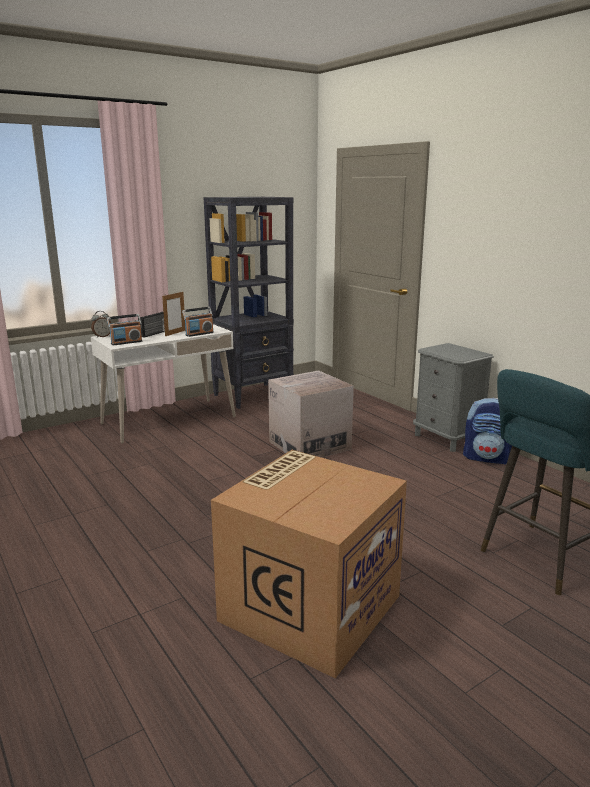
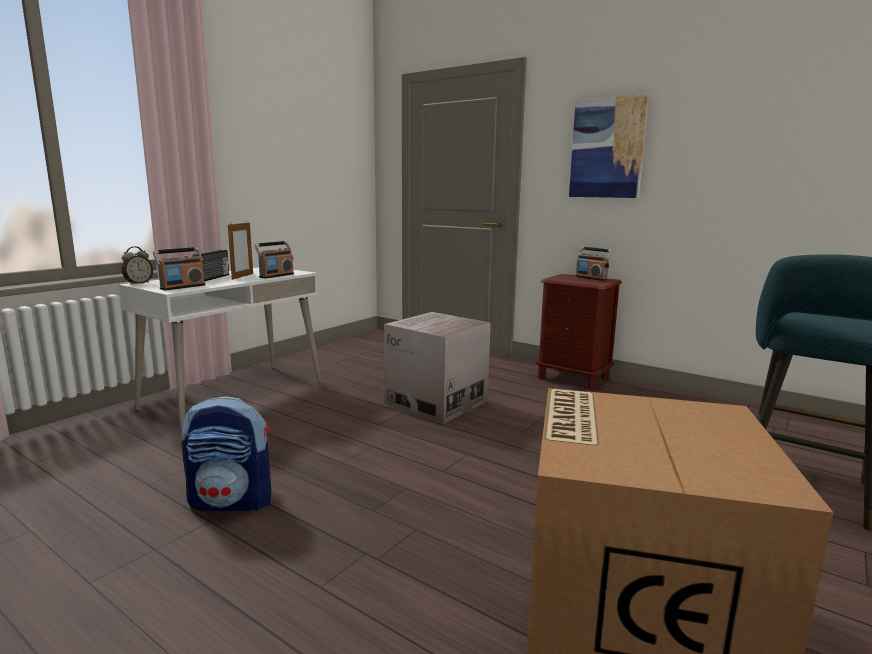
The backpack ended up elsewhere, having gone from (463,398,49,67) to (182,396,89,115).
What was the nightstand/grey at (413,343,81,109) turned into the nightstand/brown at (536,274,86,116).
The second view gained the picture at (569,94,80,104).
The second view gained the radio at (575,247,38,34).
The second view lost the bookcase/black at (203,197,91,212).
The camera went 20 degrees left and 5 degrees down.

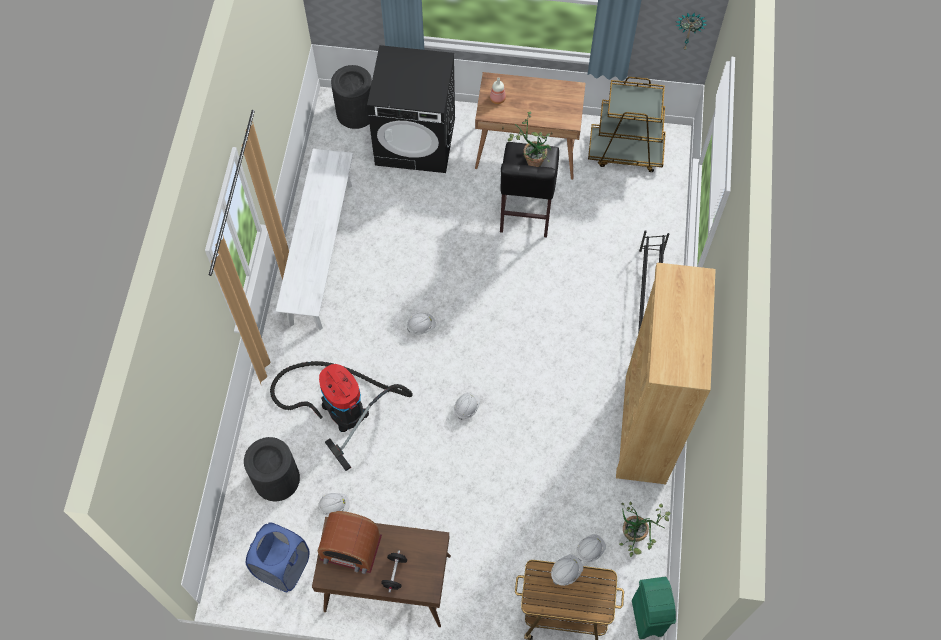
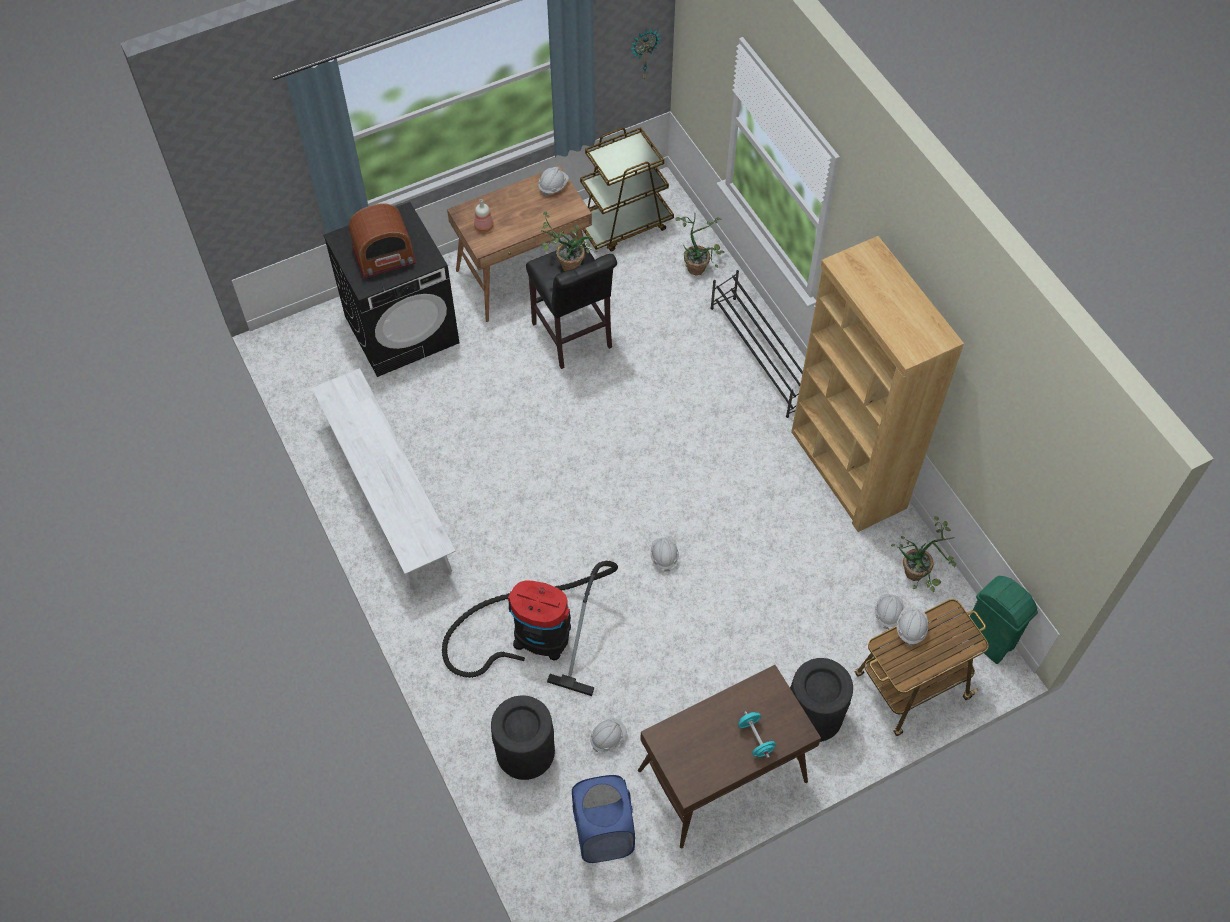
The radio ended up elsewhere, having gone from (318,511,64,63) to (349,203,68,75).
The hard hat/white ended up elsewhere, having gone from (407,313,29,21) to (538,167,31,29).
The second view gained the potted plant at (675,213,50,63).
What was the dumbbell/black at (381,550,26,43) turned into the dumbbell/turquoise at (738,711,38,47).
The trash can/black ended up elsewhere, having gone from (331,65,41,64) to (790,658,63,84).
The camera went 35 degrees left and 5 degrees down.

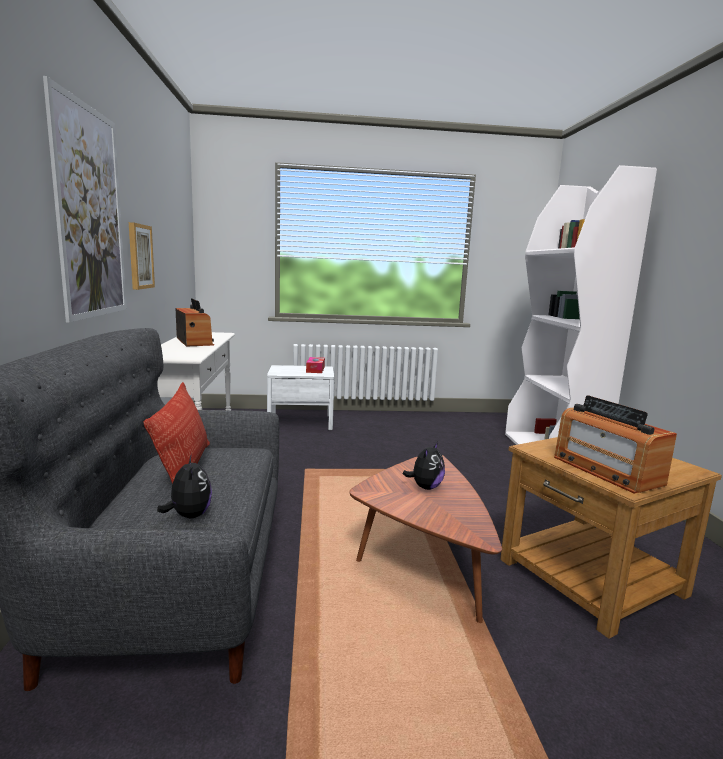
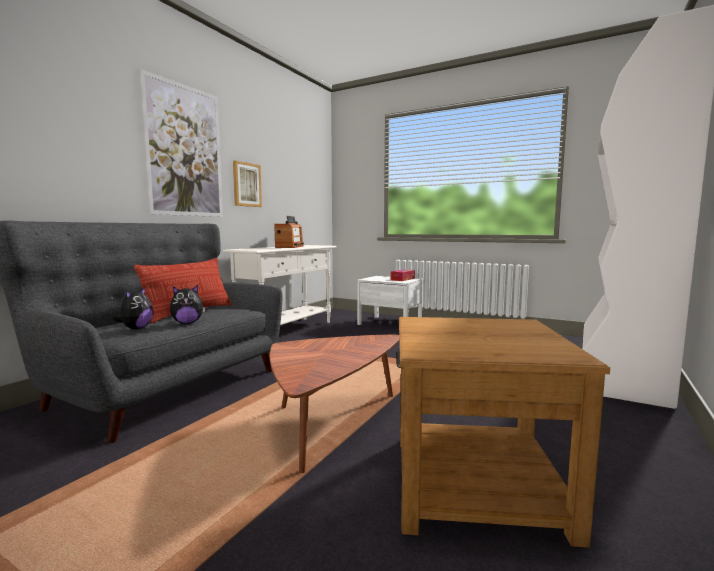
The plush toy ended up elsewhere, having gone from (403,442,42,48) to (170,285,35,39).
The second view lost the radio at (554,395,123,99).
The camera went 35 degrees right and 5 degrees down.

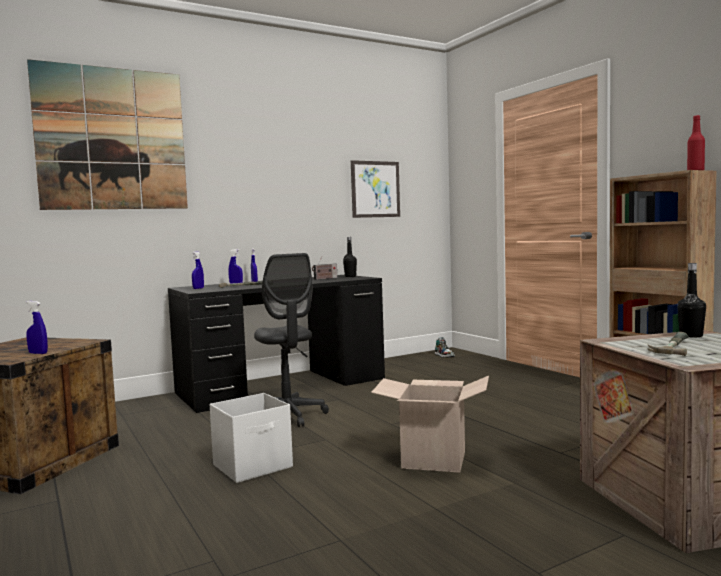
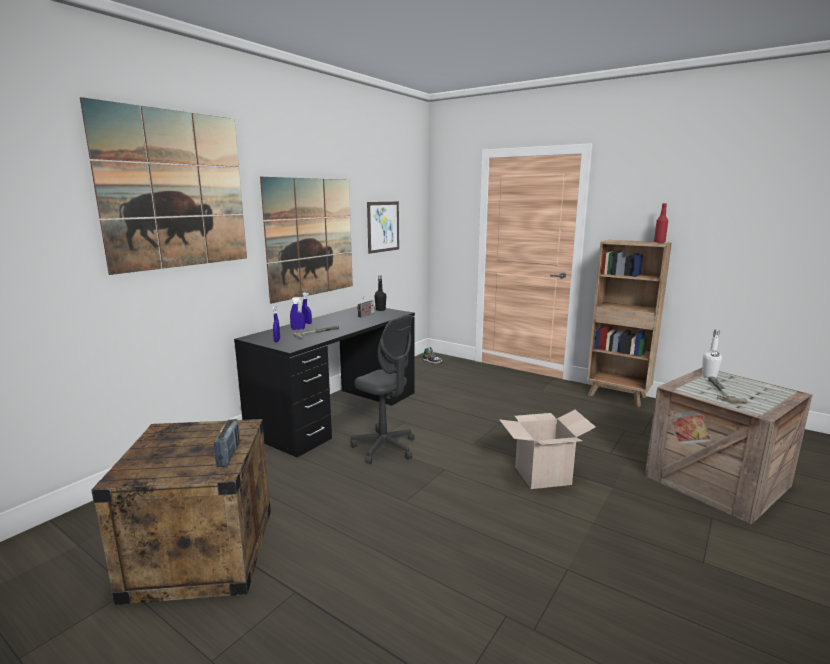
Where the spray bottle/blue stood at (26,301,22,53), the radio came to stand at (214,419,26,48).
The second view gained the picture at (260,177,93,127).
What was the bottle/black at (677,263,29,74) turned into the bottle/white at (702,330,20,48).
The second view lost the storage box/white at (210,393,83,90).
The camera went 25 degrees left and 10 degrees up.

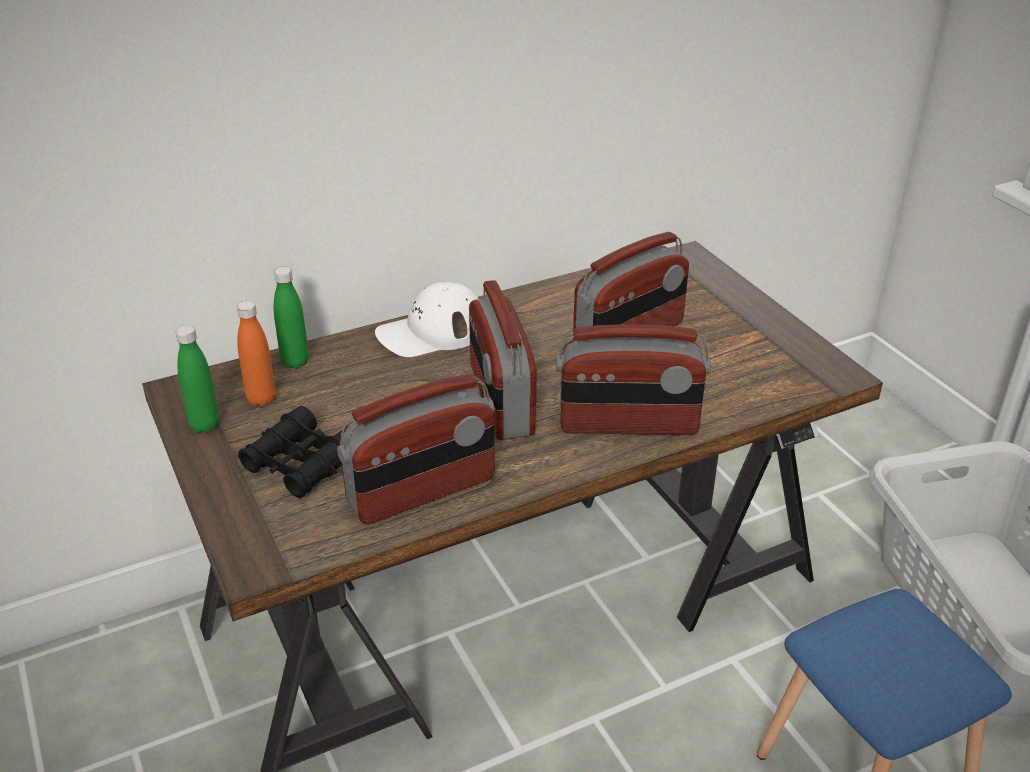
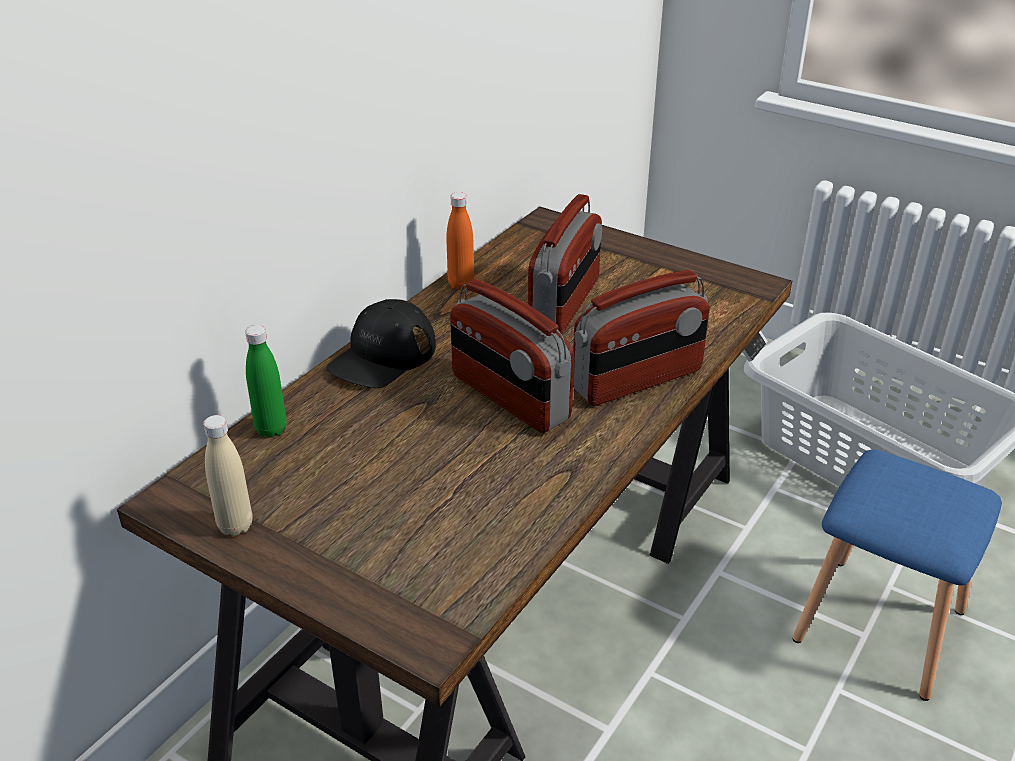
What was the bottle/green at (176,325,43,108) turned into the bottle/beige at (203,415,49,121).
What was the cap/white at (375,282,104,75) turned into the cap/black at (326,299,110,89).
The bottle/orange ended up elsewhere, having gone from (237,301,39,105) to (446,192,28,98).
The second view lost the binoculars/black at (238,406,104,92).
The second view lost the radio at (337,374,158,150).
The camera went 30 degrees left and 0 degrees up.

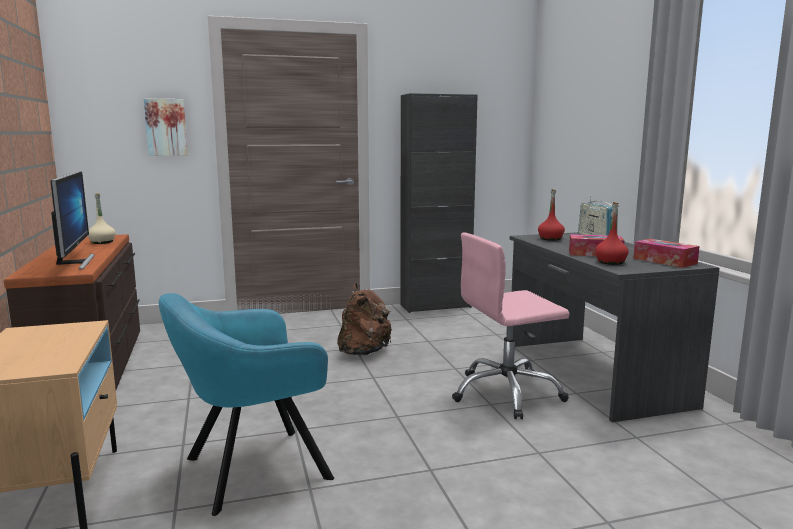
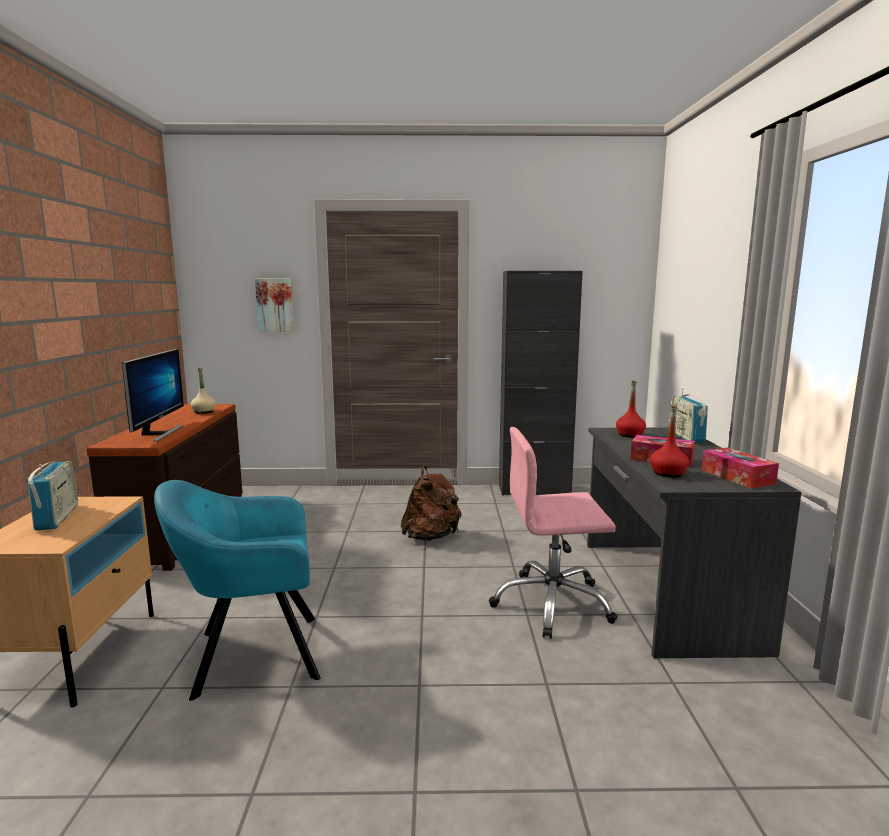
The second view gained the radio at (28,461,50,69).
The camera went 15 degrees right and 0 degrees up.

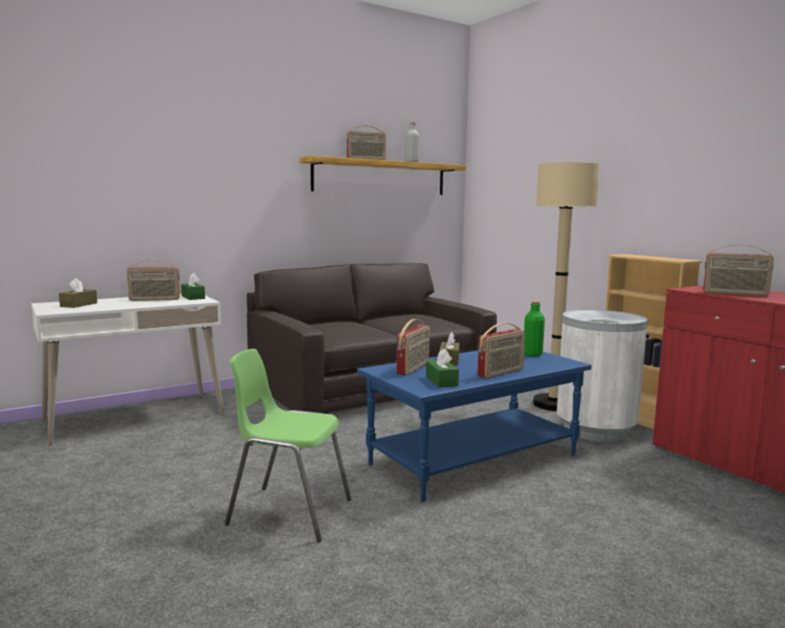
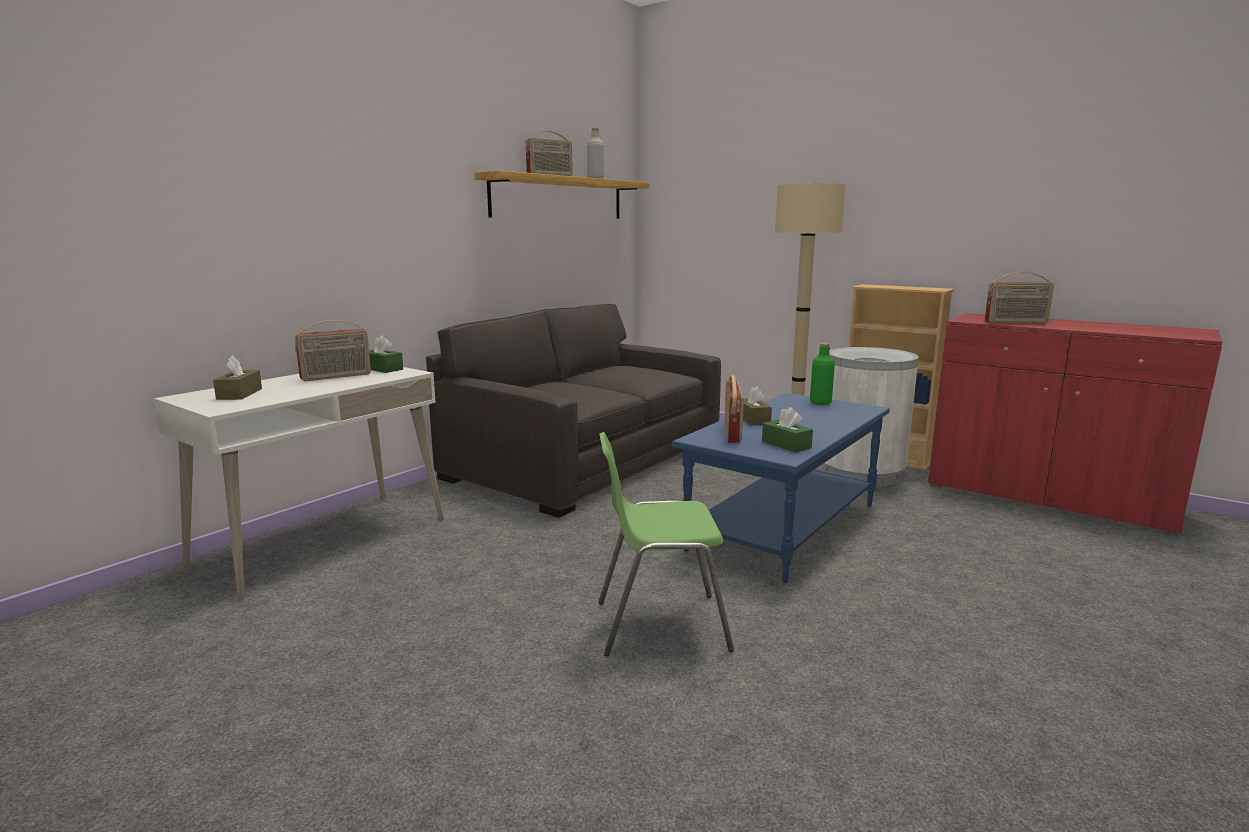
The second view lost the radio at (477,323,48,55).
The camera went 20 degrees left and 5 degrees up.

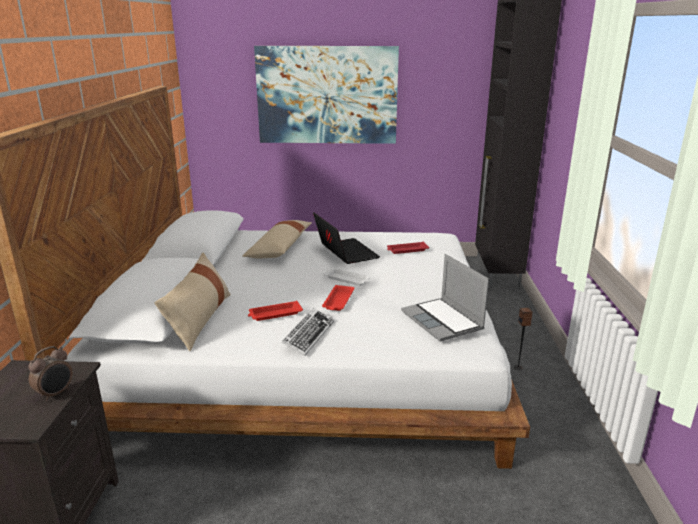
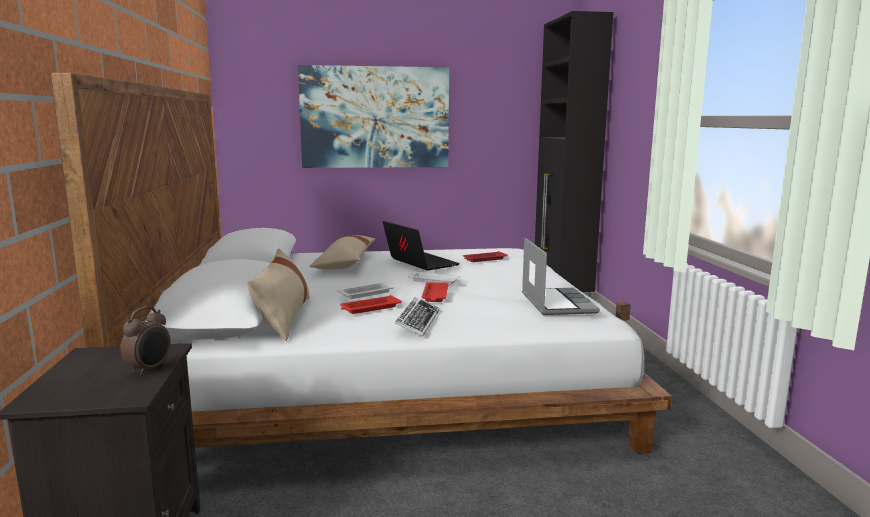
The second view gained the tray/white at (337,283,57,16).
The laptop at (401,254,88,88) ended up facing another way, 150 degrees counterclockwise from before.
The camera went 10 degrees left and 10 degrees down.

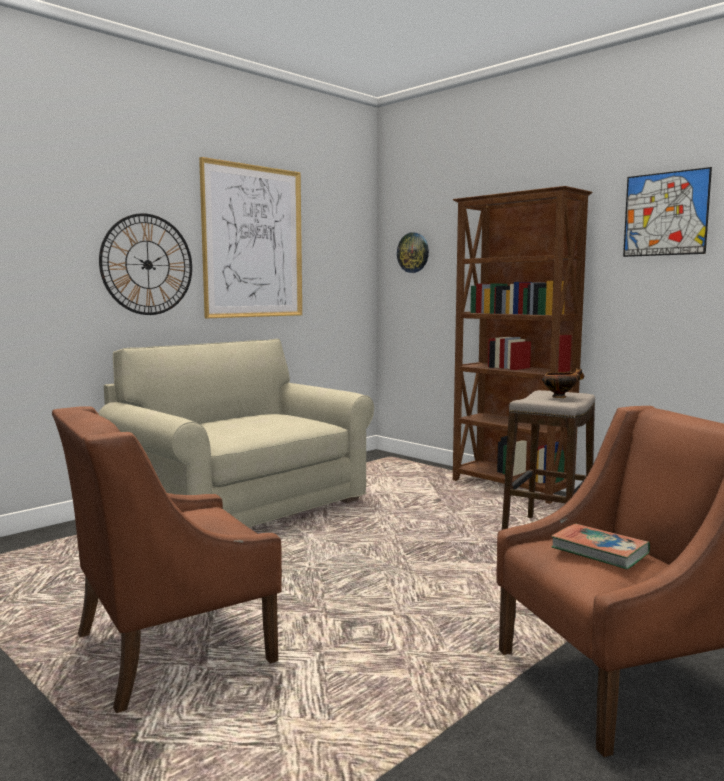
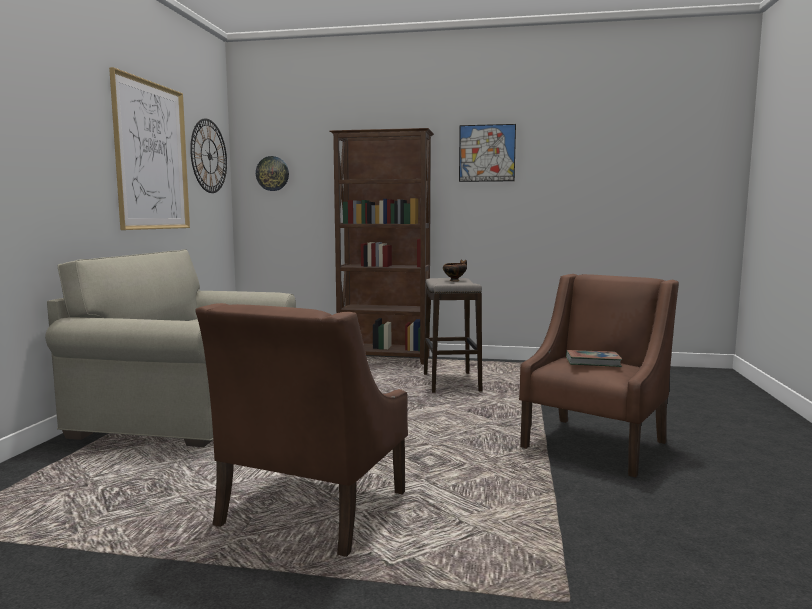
The wall clock ended up elsewhere, having gone from (99,213,93,102) to (190,119,37,74).
The camera went 35 degrees left and 0 degrees up.

